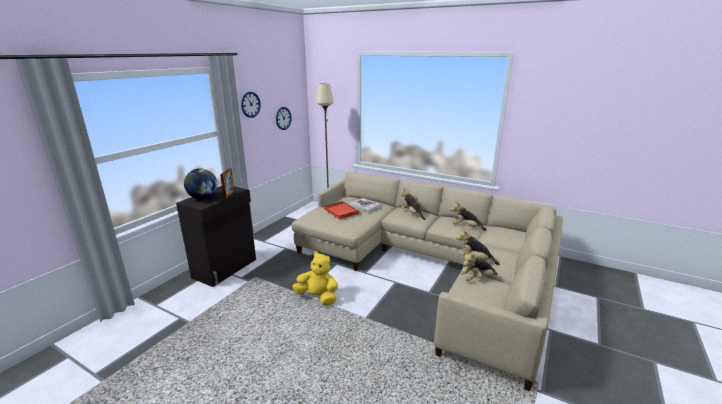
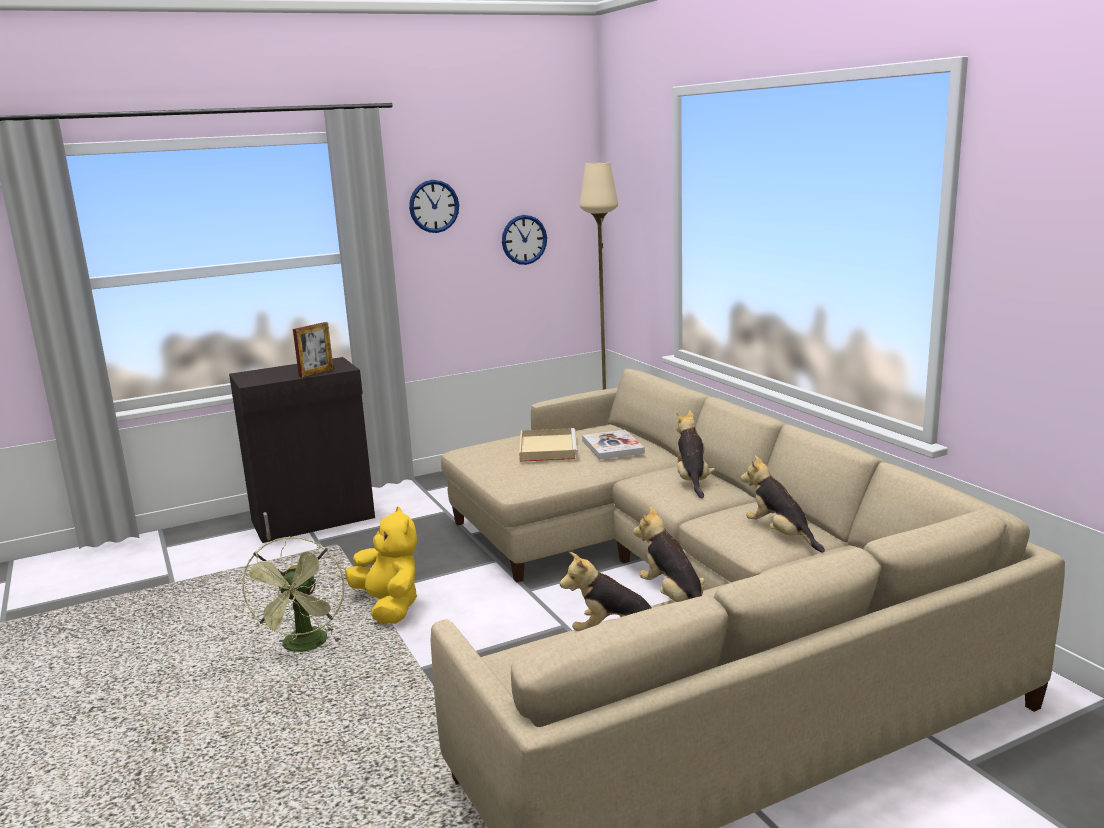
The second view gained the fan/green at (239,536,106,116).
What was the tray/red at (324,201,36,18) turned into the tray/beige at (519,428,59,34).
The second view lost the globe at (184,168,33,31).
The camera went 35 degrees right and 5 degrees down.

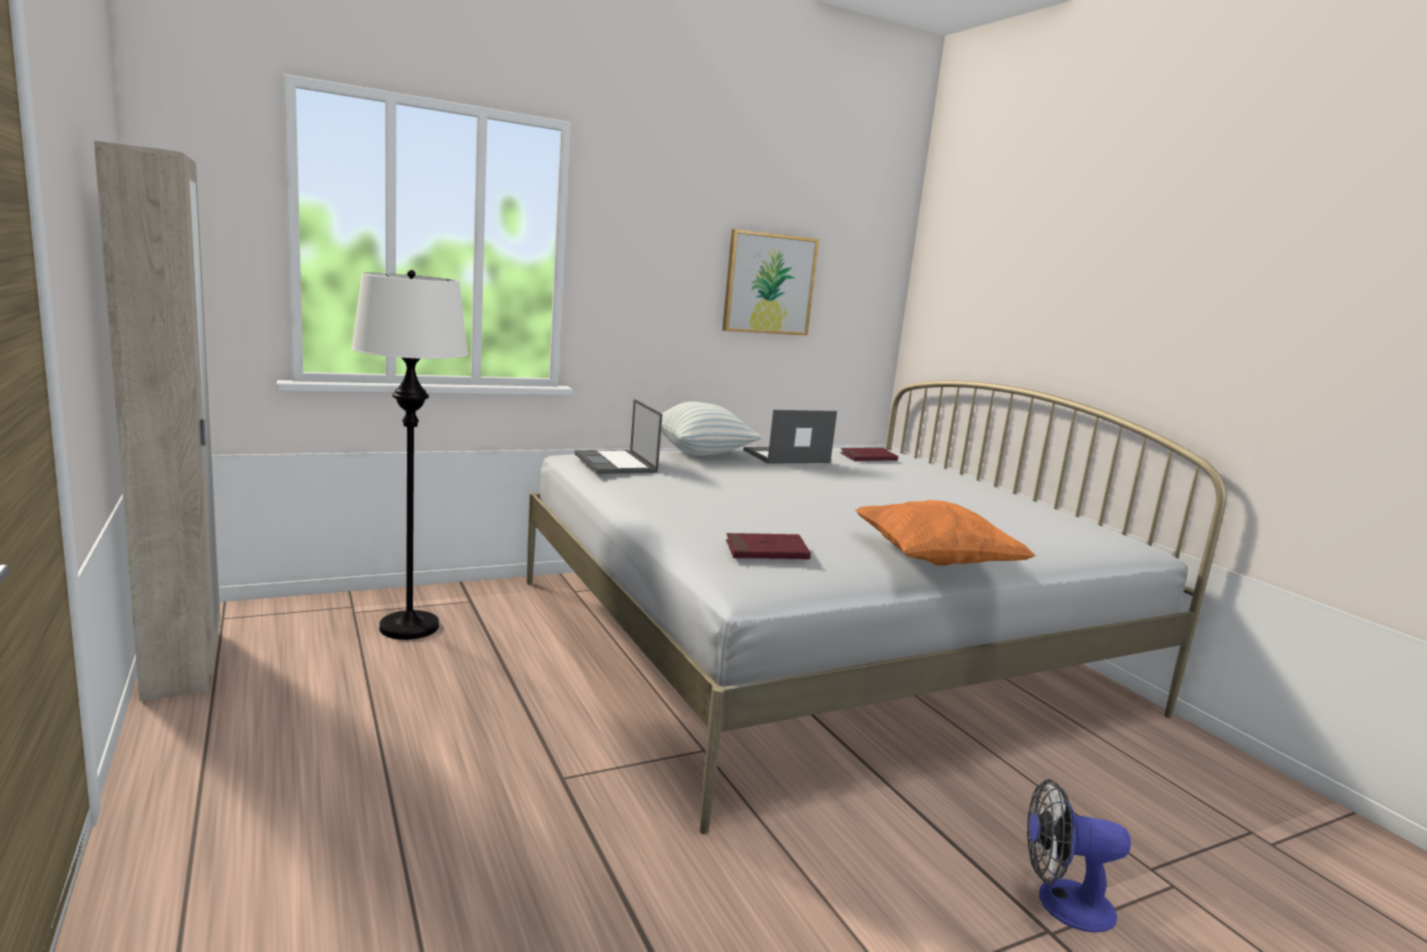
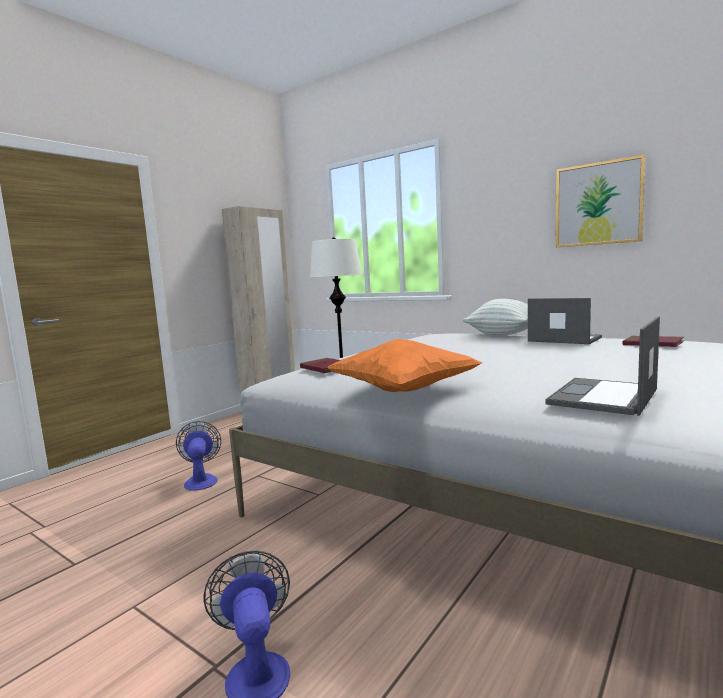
The second view gained the fan at (176,421,45,70).
The laptop ended up elsewhere, having gone from (574,399,88,75) to (545,316,115,100).
The camera went 65 degrees right and 5 degrees down.

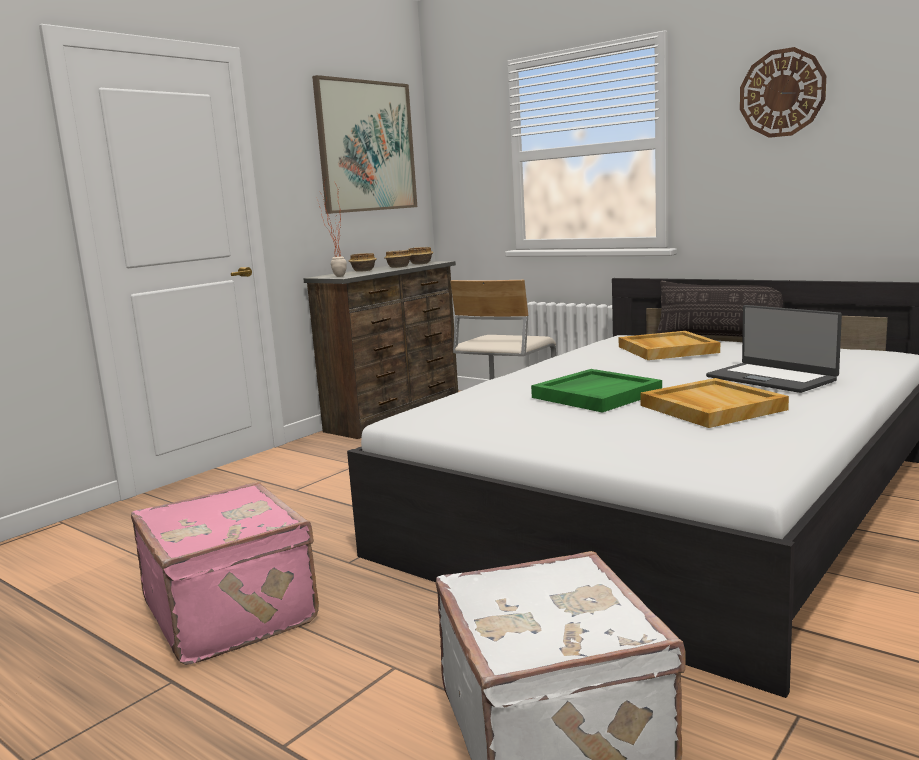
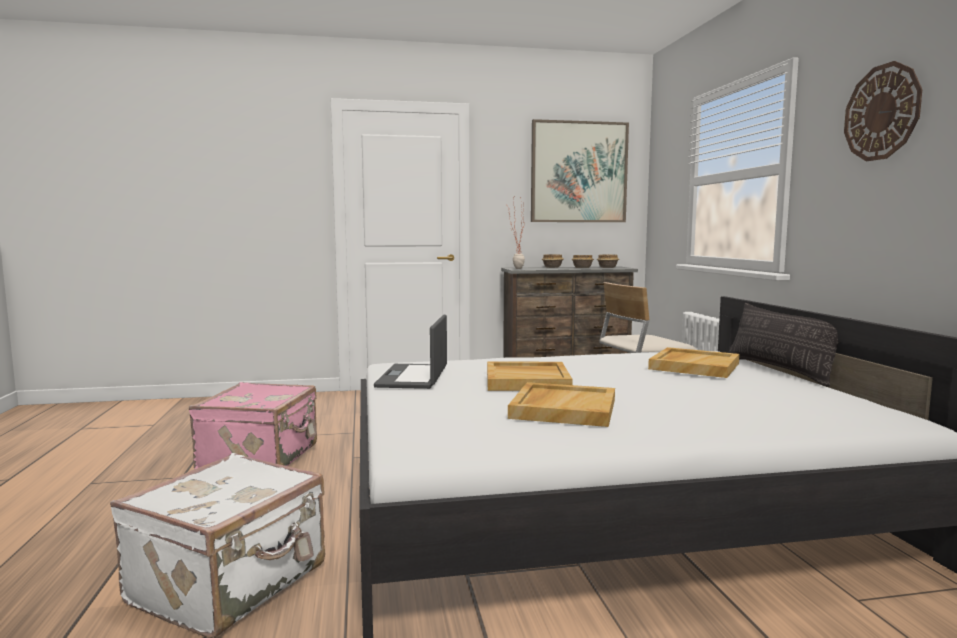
The laptop ended up elsewhere, having gone from (706,305,136,88) to (374,314,73,75).
What was the tray/green at (531,369,131,44) turned into the tray/beige at (487,362,86,29).
The camera went 40 degrees right and 5 degrees down.

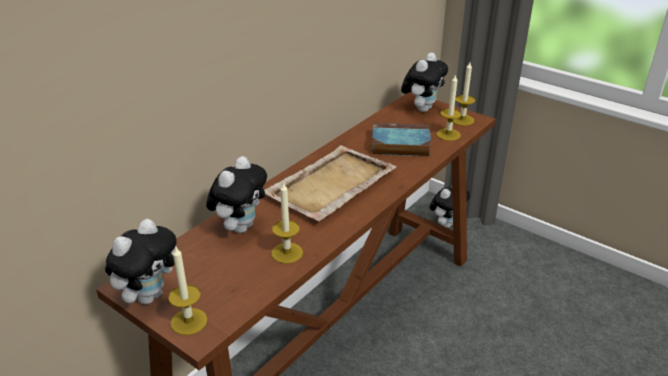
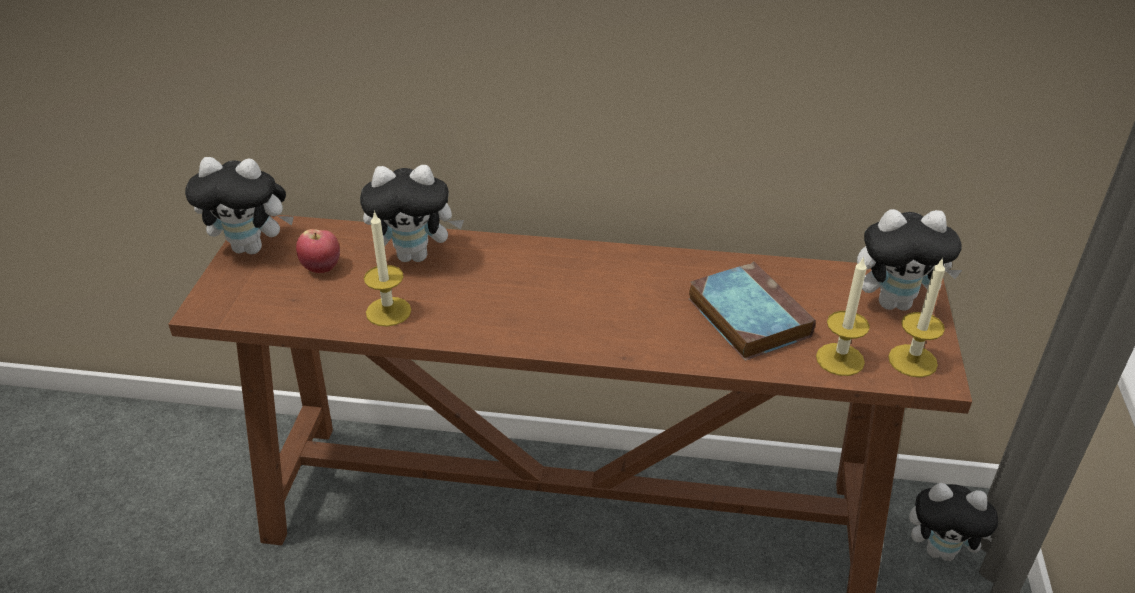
The second view gained the apple at (296,229,44,44).
The second view lost the candle at (168,245,40,90).
The second view lost the tray/beige at (265,146,132,75).
The camera went 60 degrees right and 5 degrees up.

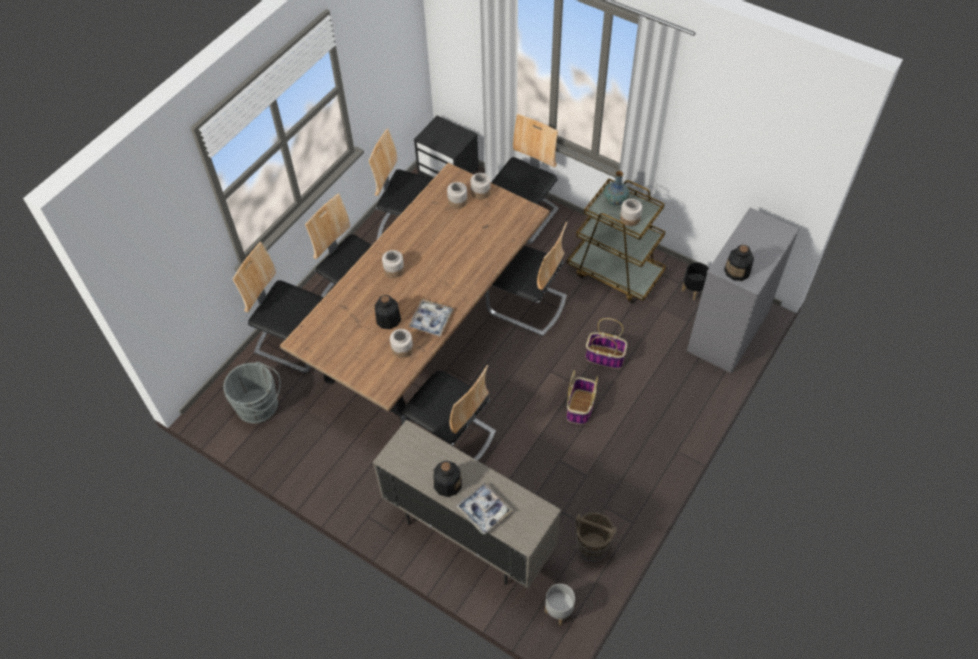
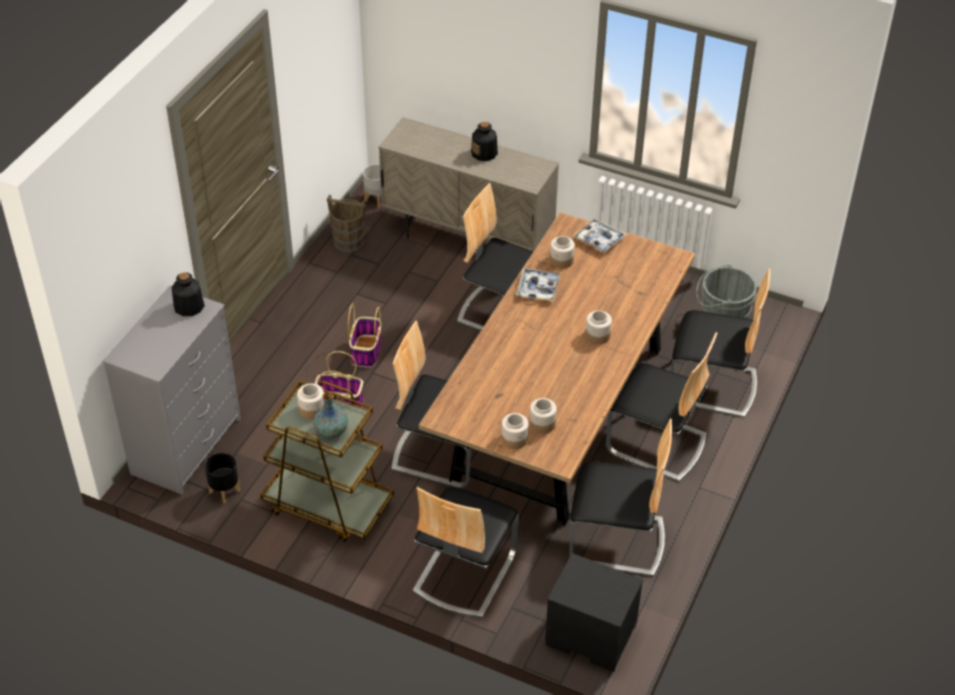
The tray ended up elsewhere, having gone from (456,482,57,53) to (572,218,55,35).
The second view lost the bottle at (375,295,26,34).
The camera went 170 degrees right and 10 degrees down.

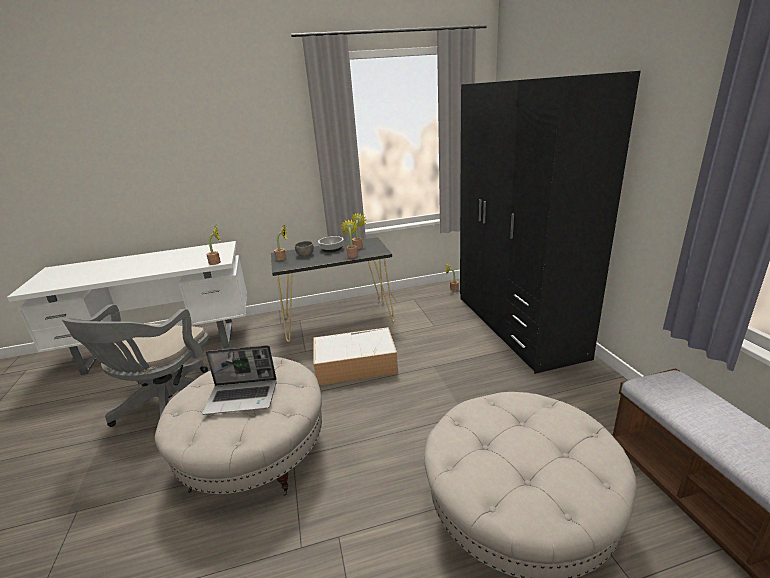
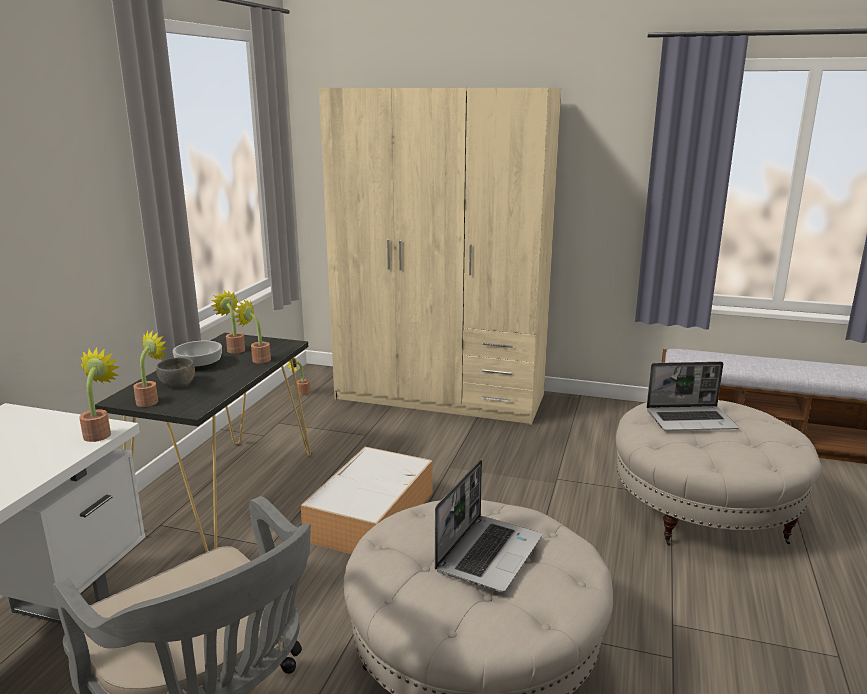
What was the wardrobe/black at (460,71,181,303) turned into the wardrobe/beige at (319,88,242,337).
The second view gained the laptop at (646,362,93,69).
The camera went 60 degrees left and 5 degrees down.

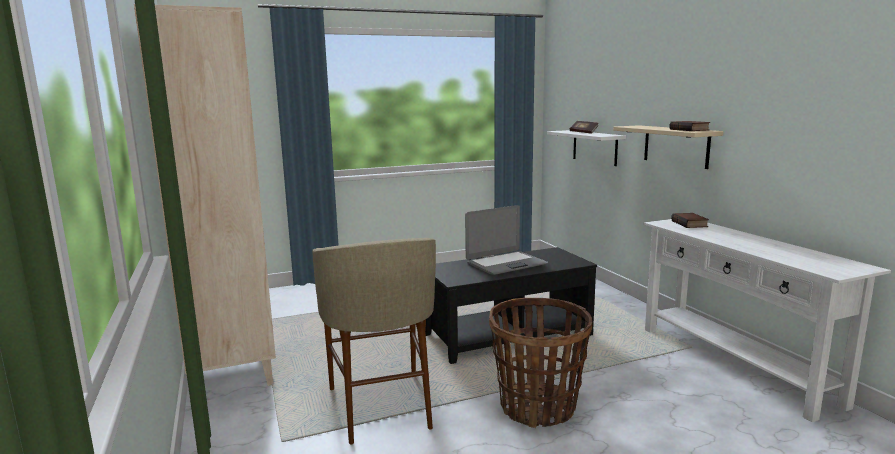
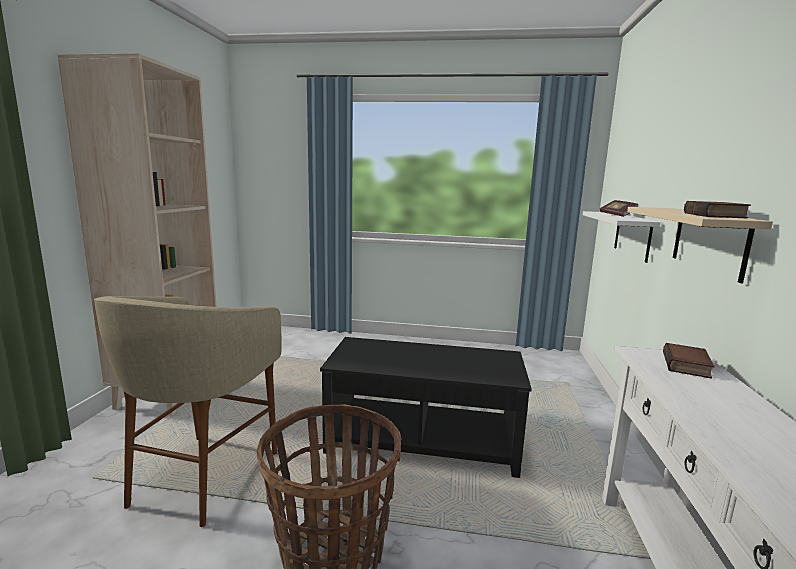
The second view lost the laptop at (465,205,83,70).
The camera went 30 degrees right and 0 degrees up.

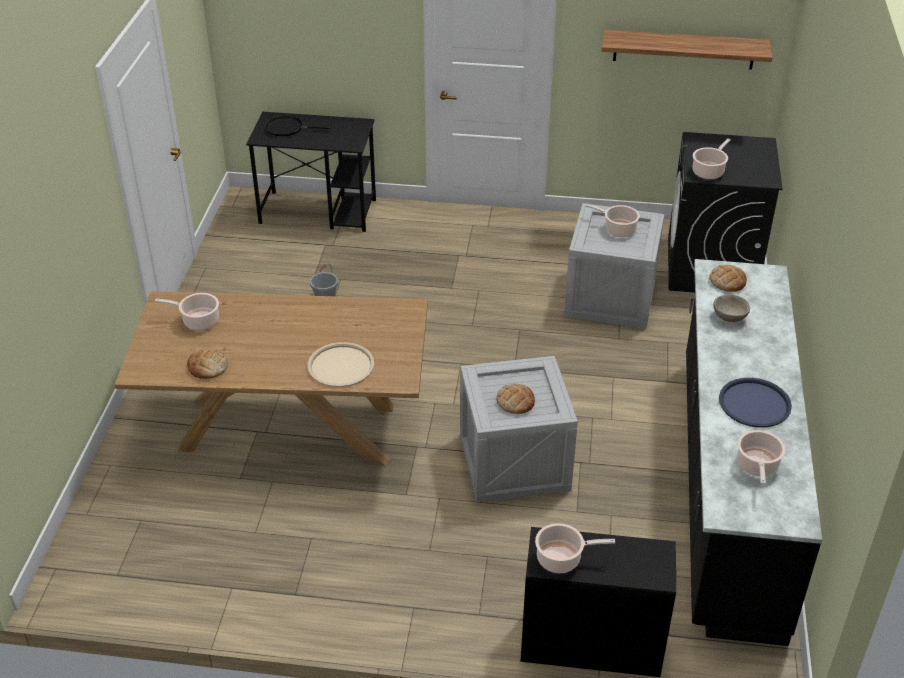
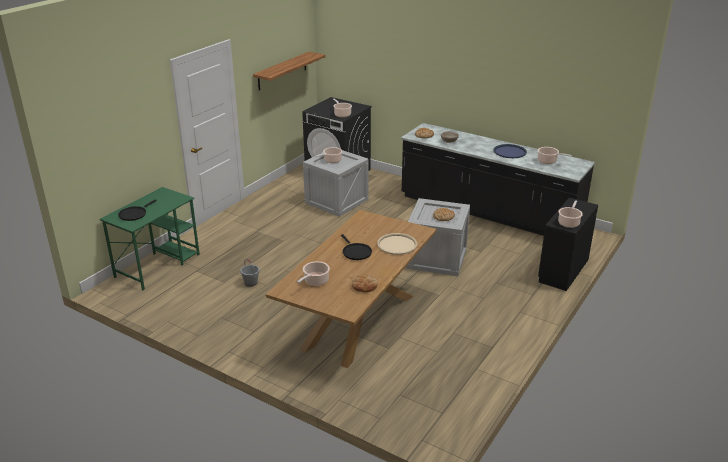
What was the desk/black at (246,112,130,120) turned into the desk/green at (100,187,100,103).
The second view gained the frying pan/black at (341,234,31,26).
The camera went 65 degrees left and 10 degrees down.

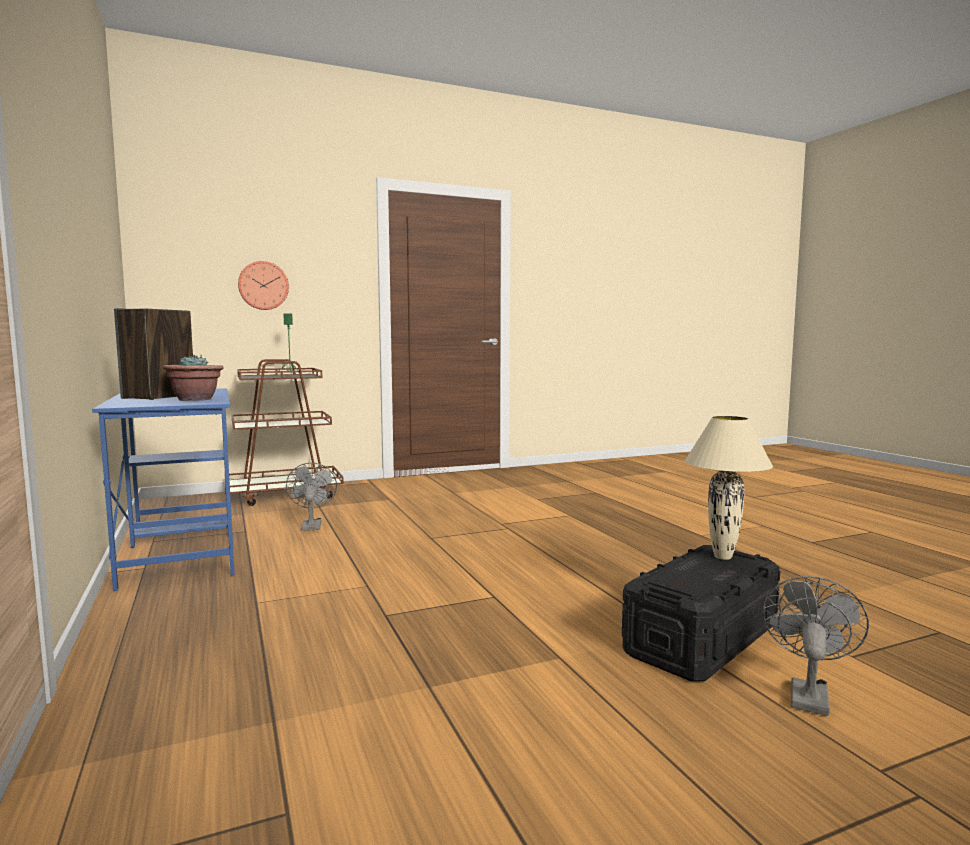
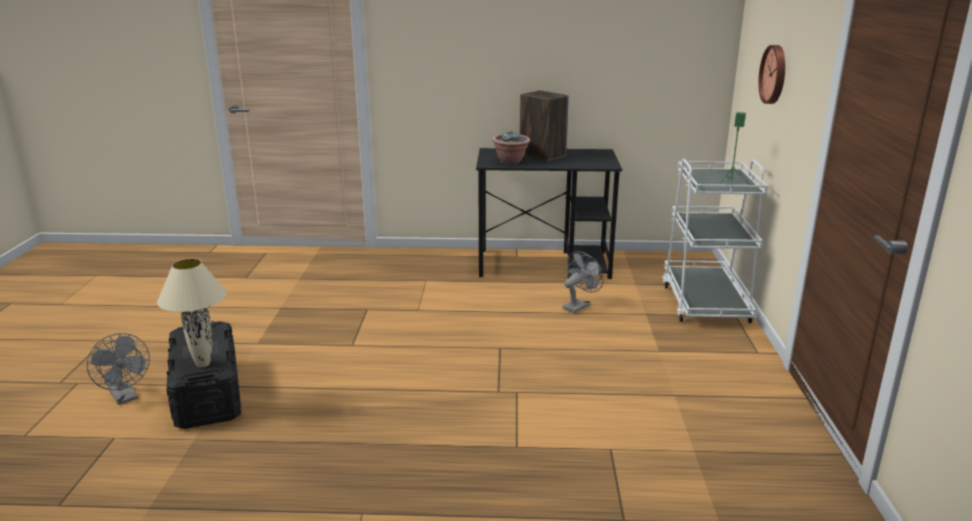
What was the desk/blue at (92,388,143,203) turned into the desk/black at (476,148,146,131).
The fan/grey at (286,463,51,68) ended up facing another way, 60 degrees counterclockwise from before.
What was the cart/brown at (225,359,119,147) turned into the cart/white at (663,159,105,164).
The camera went 115 degrees right and 15 degrees up.

